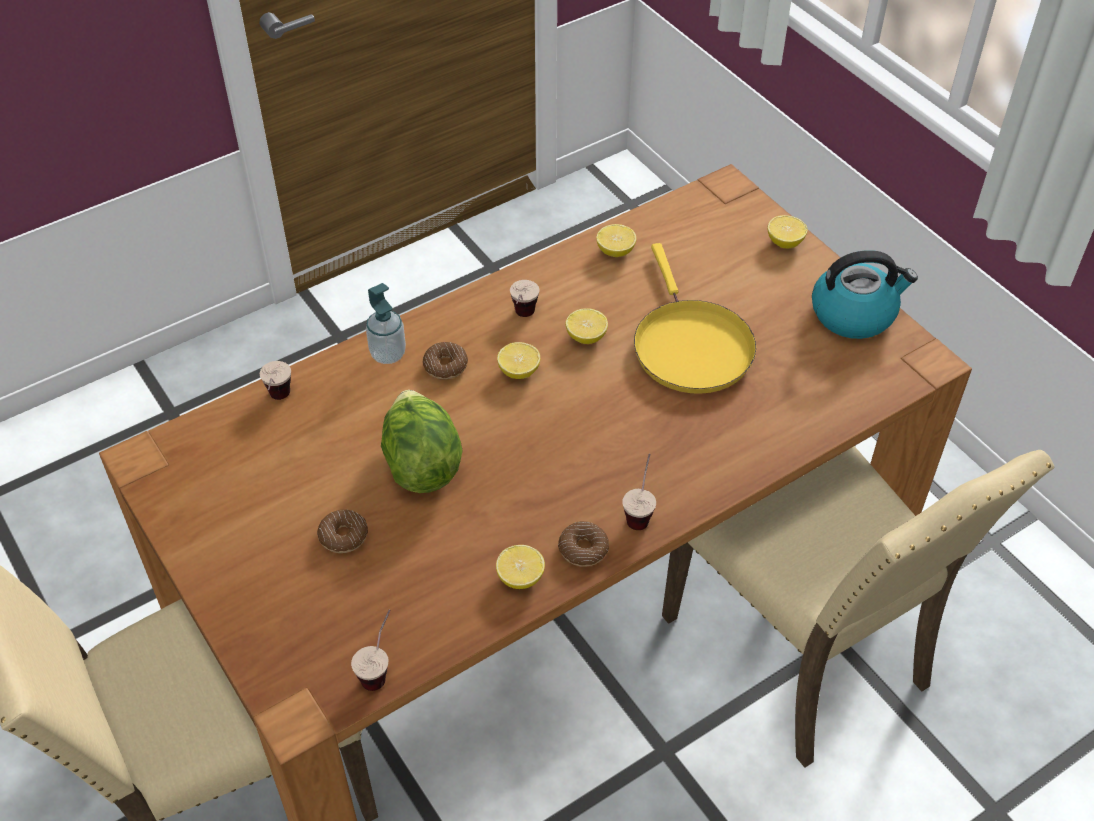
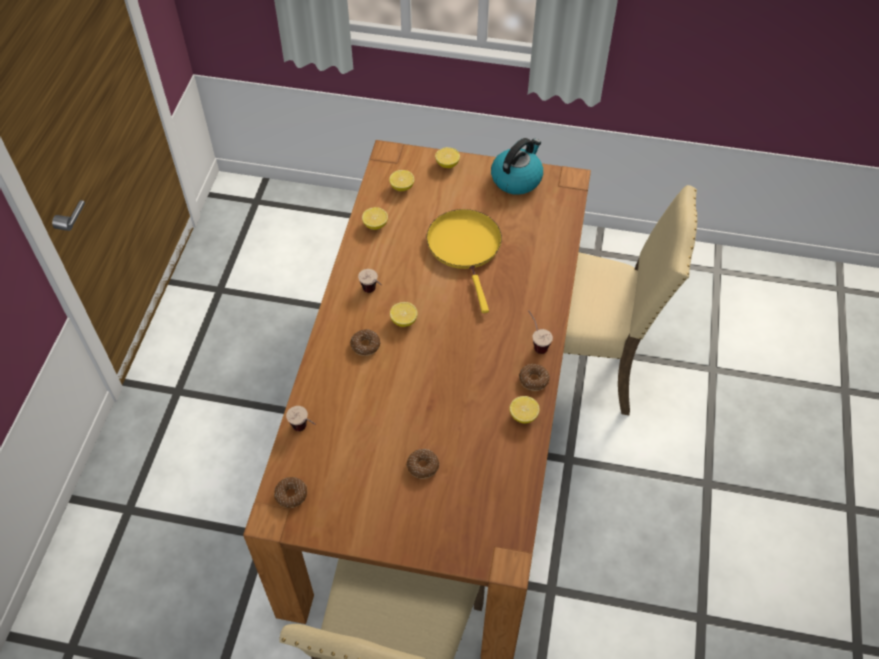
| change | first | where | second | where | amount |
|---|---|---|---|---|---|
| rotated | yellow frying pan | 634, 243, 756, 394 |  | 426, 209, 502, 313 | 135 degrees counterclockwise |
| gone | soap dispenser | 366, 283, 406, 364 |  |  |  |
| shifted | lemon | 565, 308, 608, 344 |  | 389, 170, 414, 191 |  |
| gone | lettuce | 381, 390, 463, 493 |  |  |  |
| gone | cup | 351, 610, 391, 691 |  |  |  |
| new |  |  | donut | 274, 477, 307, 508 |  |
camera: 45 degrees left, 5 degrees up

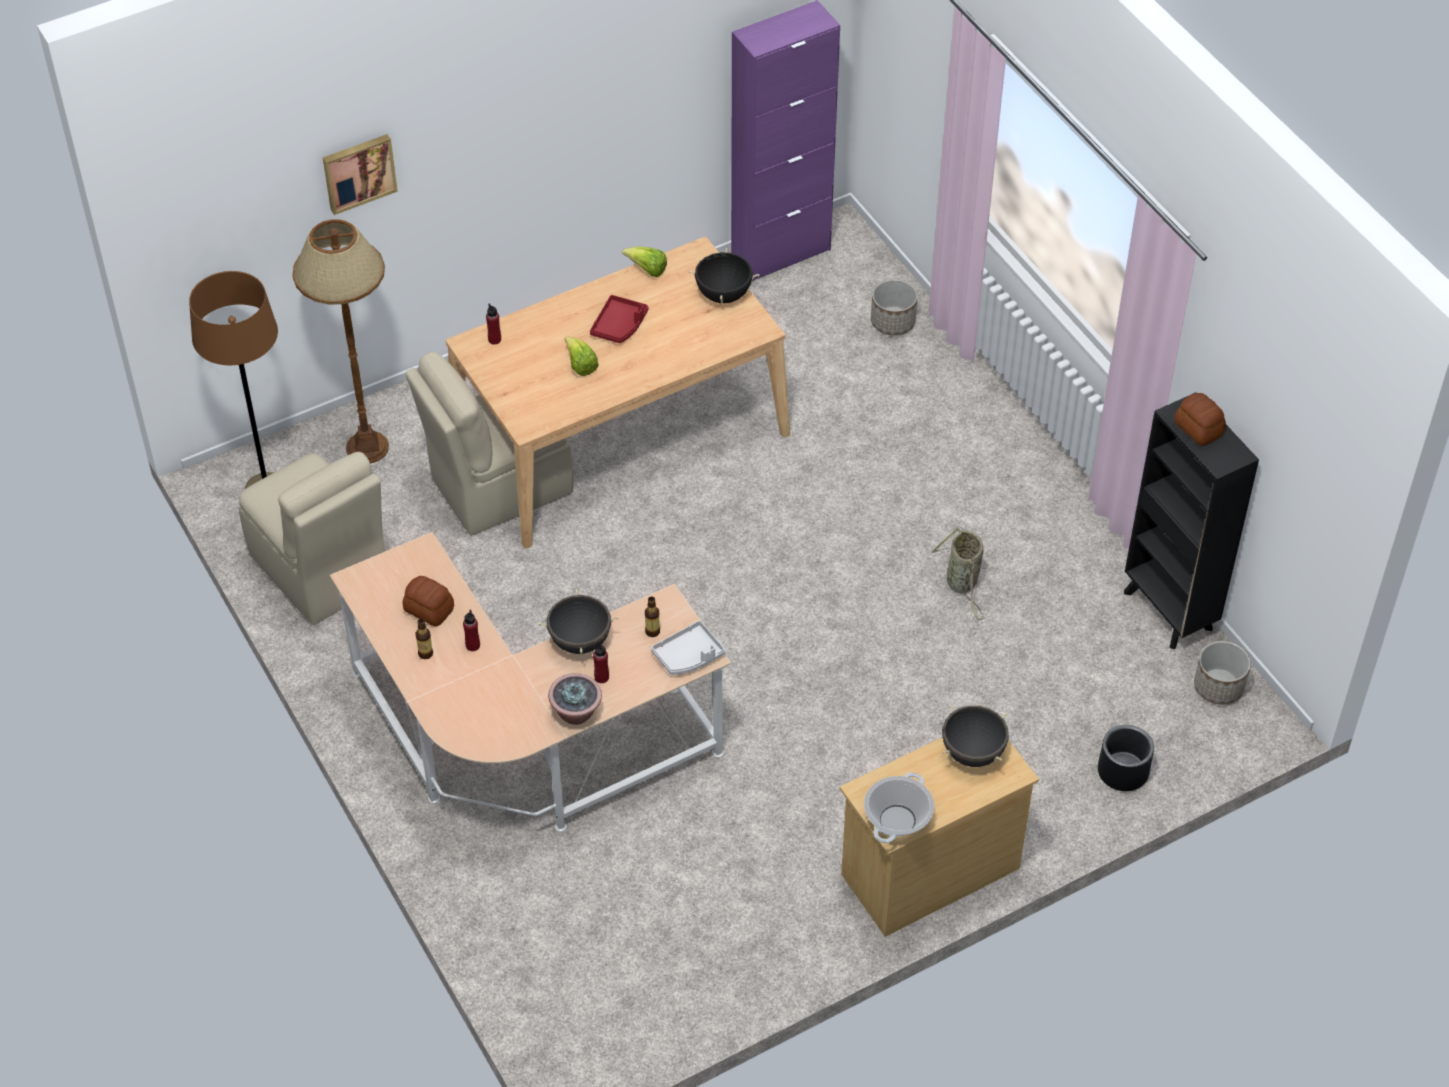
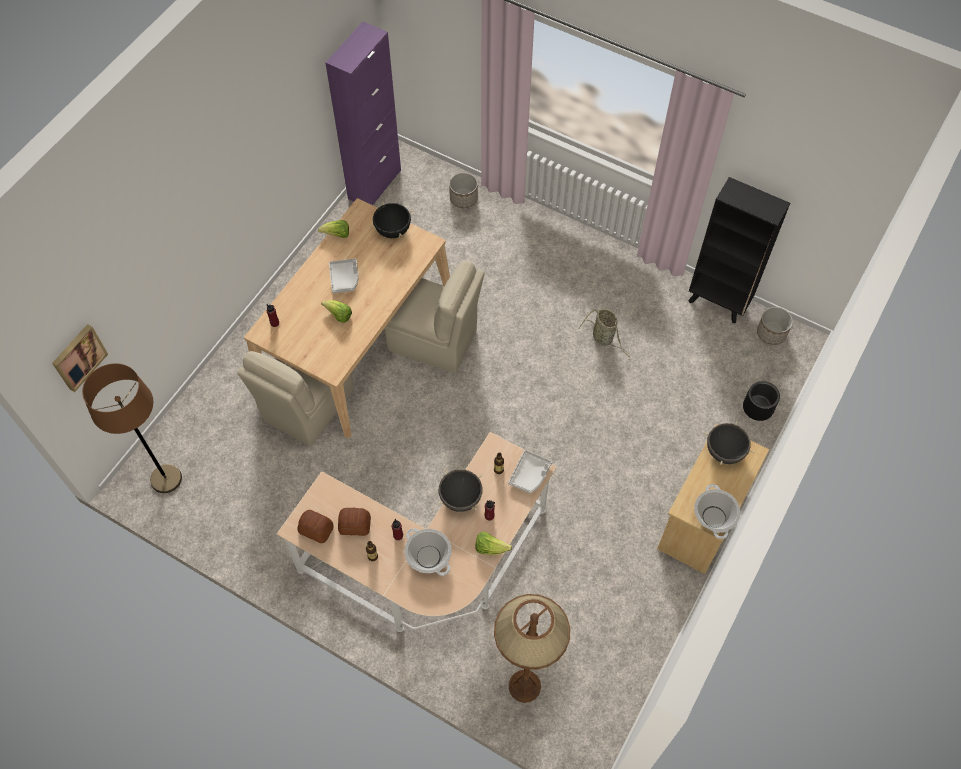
| change | first | where | second | where | amount |
|---|---|---|---|---|---|
| shifted | picture | 323, 134, 398, 215 |  | 52, 324, 108, 392 |  |
| shifted | brown floor lamp | 293, 219, 389, 464 |  | 494, 594, 570, 703 |  |
| repainted | red tray | 590, 295, 648, 343 | grey tray | 329, 259, 358, 293 |  |
| shifted | bread | 1174, 393, 1226, 446 |  | 297, 510, 334, 543 |  |
| shifted | beige chair | 239, 452, 385, 625 |  | 385, 260, 485, 373 |  |
| swapped | potted plant | 548, 673, 602, 725 | lettuce | 476, 532, 512, 555 |  |
| new |  |  | cooking pot | 405, 528, 452, 576 |  |
camera: 30 degrees left, 10 degrees up

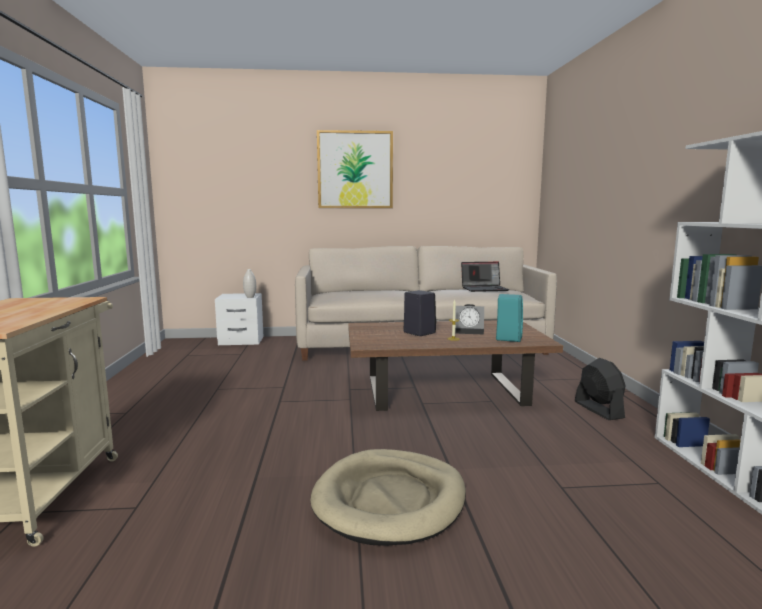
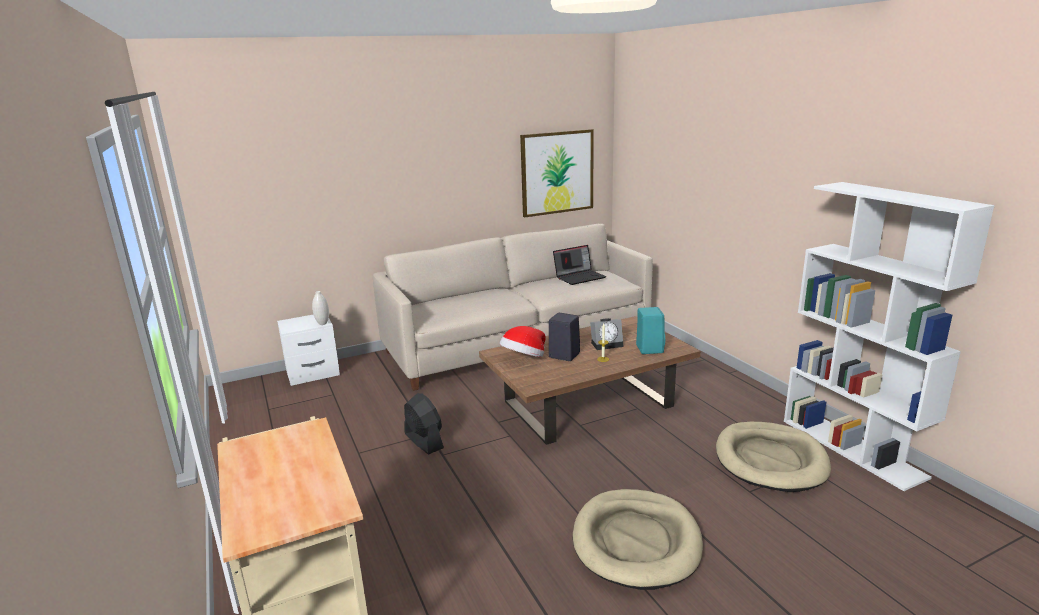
| change | first | where | second | where | amount |
|---|---|---|---|---|---|
| shifted | picture | 317, 130, 393, 208 |  | 520, 129, 594, 217 |  |
| shifted | black fan | 575, 358, 626, 420 |  | 404, 393, 444, 454 |  |
| new |  |  | hat | 500, 326, 546, 357 |  |
| new |  |  | beige dog bed | 716, 422, 831, 492 |  |
camera: 20 degrees left, 10 degrees up

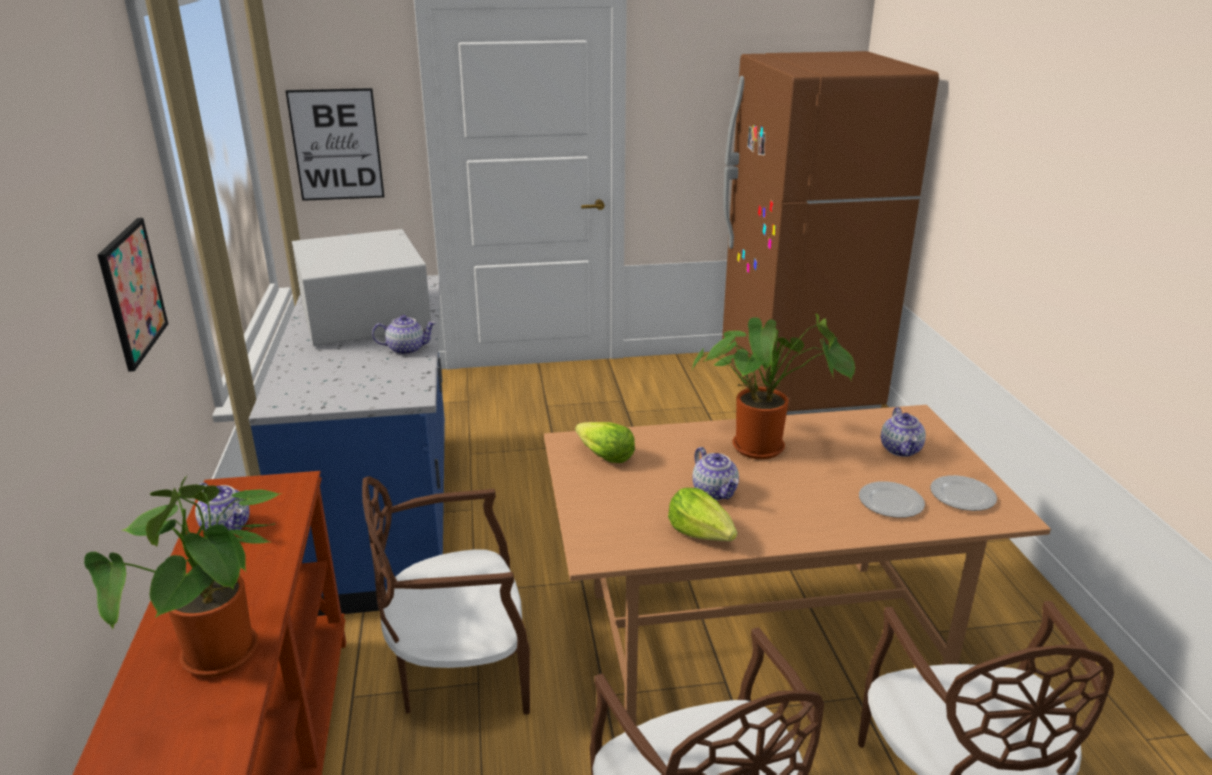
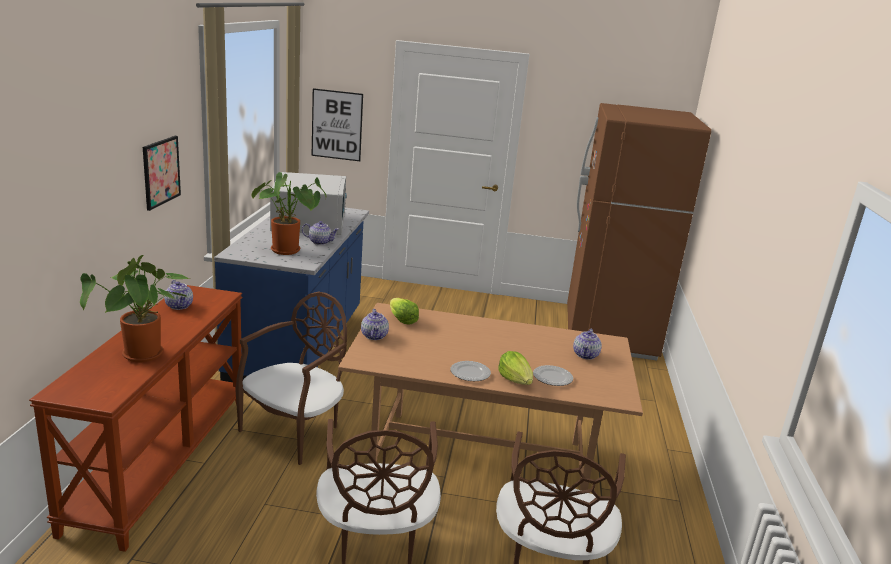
| change | first | where | second | where | amount |
|---|---|---|---|---|---|
| shifted | potted plant | 691, 313, 855, 459 |  | 251, 172, 326, 255 |  |
| shifted | teapot | 692, 447, 739, 500 |  | 361, 309, 389, 340 |  |
| shifted | plate | 930, 475, 997, 511 |  | 450, 361, 491, 381 |  |
| rotated | brown chair | 362, 476, 530, 715 |  | 235, 291, 347, 465 | 120 degrees clockwise |
| shifted | lettuce | 668, 488, 737, 541 |  | 498, 351, 533, 385 |  |
camera: 15 degrees right, 5 degrees down

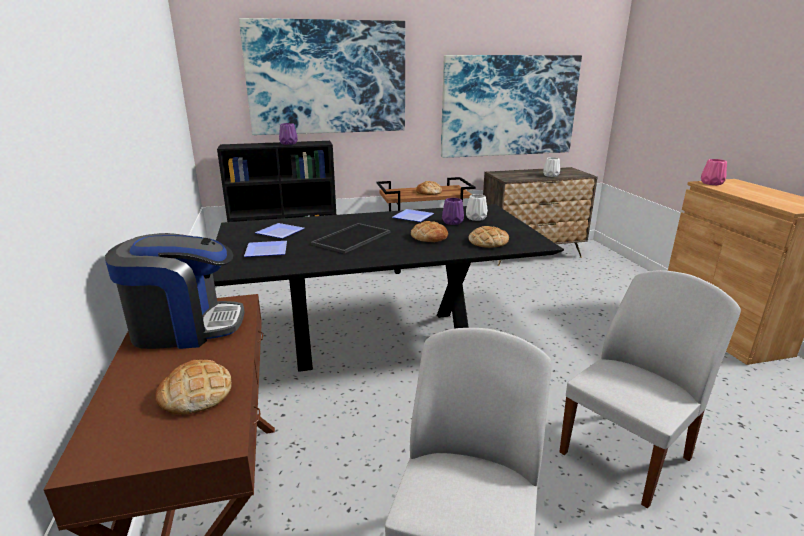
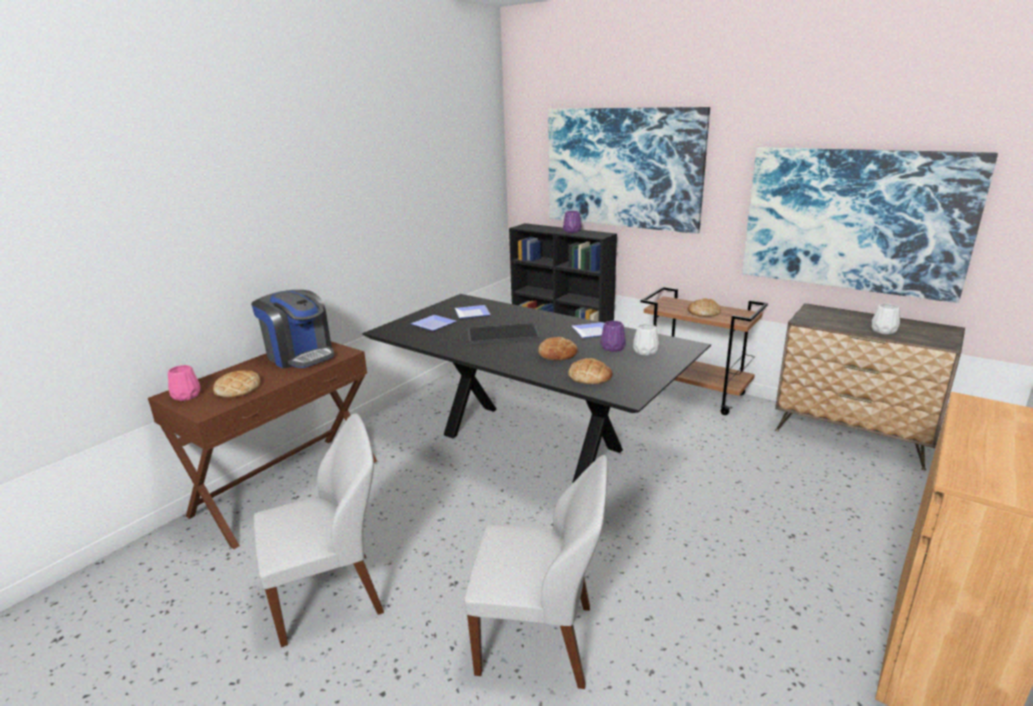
| change | first | where | second | where | amount |
|---|---|---|---|---|---|
| shifted | pink vase | 701, 159, 727, 185 |  | 168, 365, 200, 401 |  |
camera: 50 degrees right, 0 degrees up

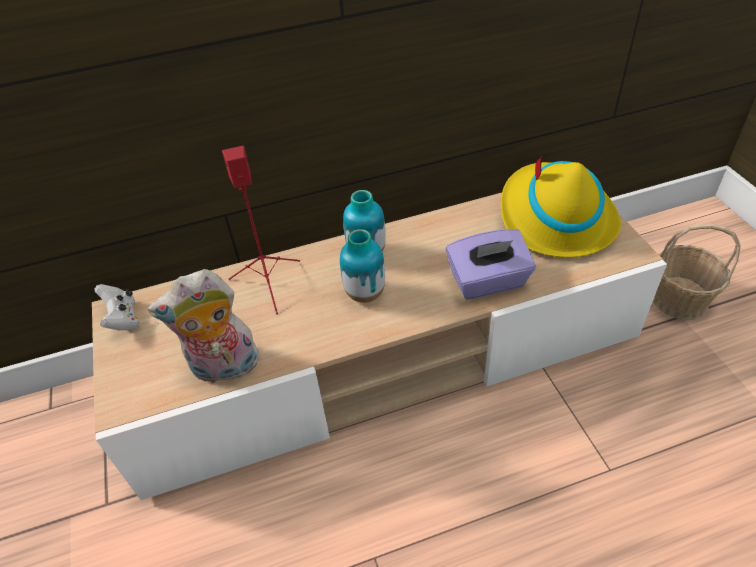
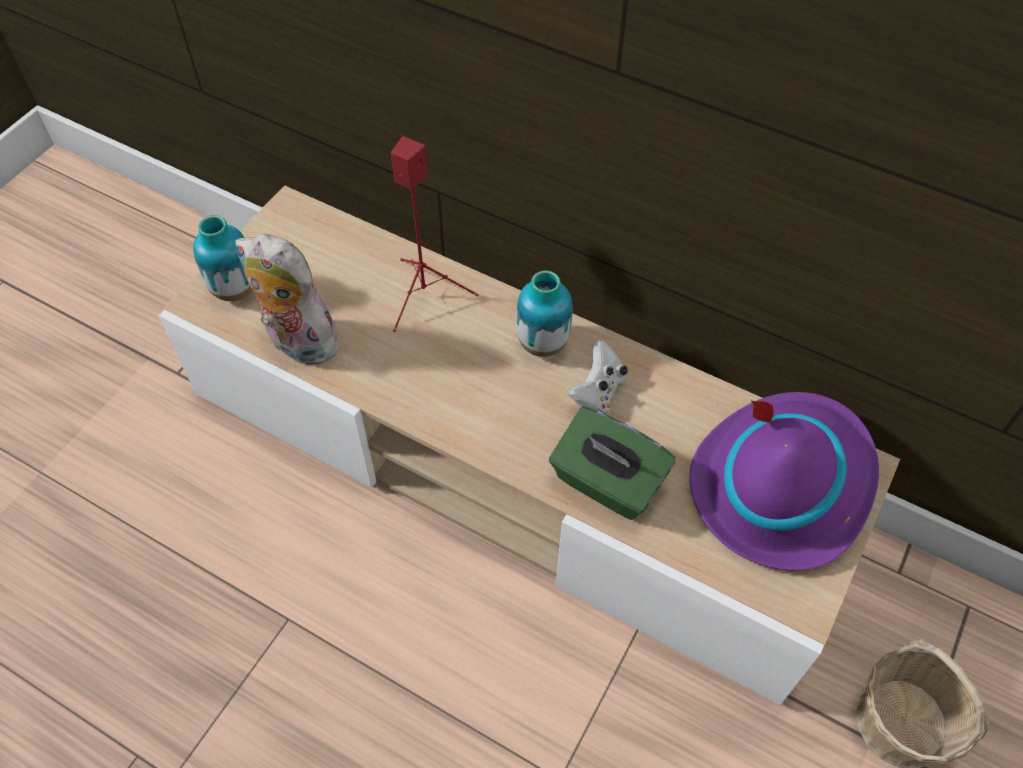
| change | first | where | second | where | amount |
|---|---|---|---|---|---|
| repainted | yellow hat | 501, 157, 621, 258 | purple hat | 689, 392, 879, 571 |  |
| shifted | vase | 340, 229, 385, 303 |  | 193, 215, 252, 301 |  |
| repainted | purple tissue box | 446, 229, 536, 299 | green tissue box | 549, 406, 676, 520 |  |
| shifted | white game controller | 95, 284, 140, 330 |  | 568, 340, 628, 414 |  |
camera: 45 degrees right, 10 degrees up

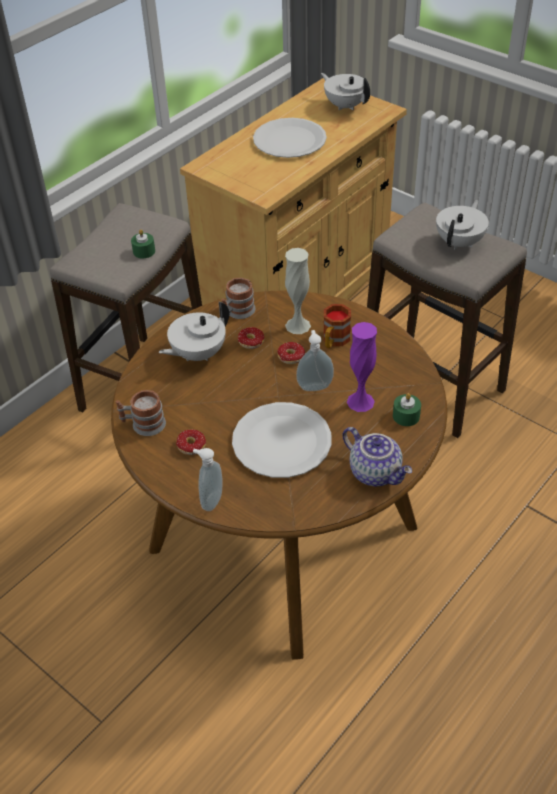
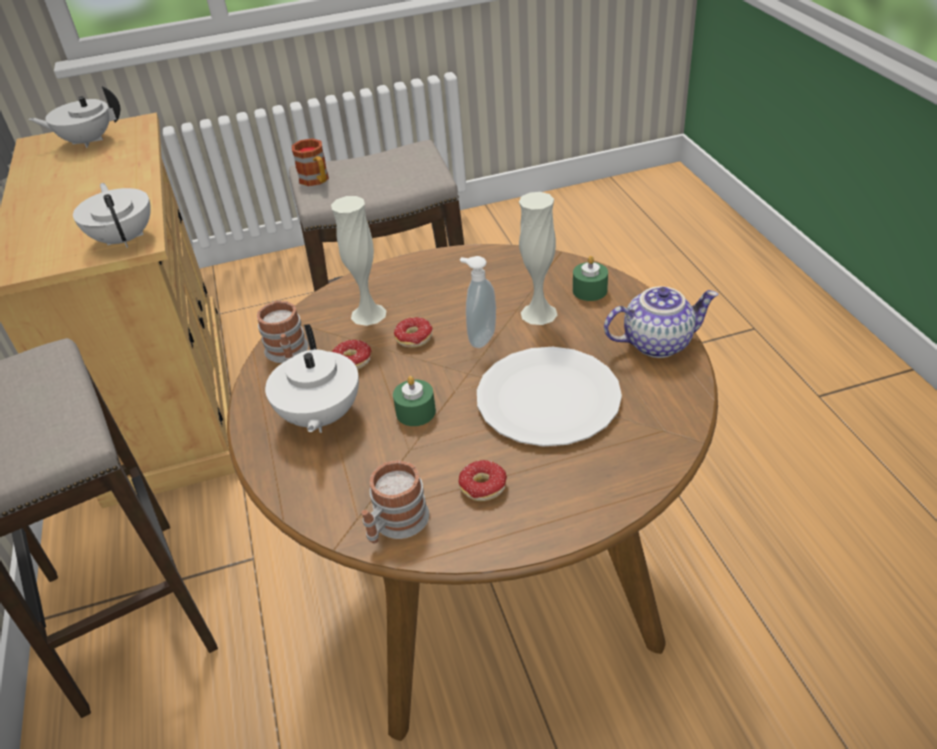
| change | first | where | second | where | amount |
|---|---|---|---|---|---|
| gone | white plate | 253, 118, 327, 158 |  |  |  |
| shifted | white teapot | 436, 200, 489, 249 |  | 73, 183, 151, 248 |  |
| shifted | green candle | 131, 229, 155, 258 |  | 393, 376, 436, 426 |  |
| shifted | mug | 323, 304, 351, 348 |  | 292, 138, 329, 186 |  |
| repainted | purple vase | 347, 322, 377, 412 | white vase | 519, 192, 557, 325 |  |
| gone | soap dispenser | 193, 448, 222, 511 |  |  |  |
camera: 55 degrees left, 5 degrees down

